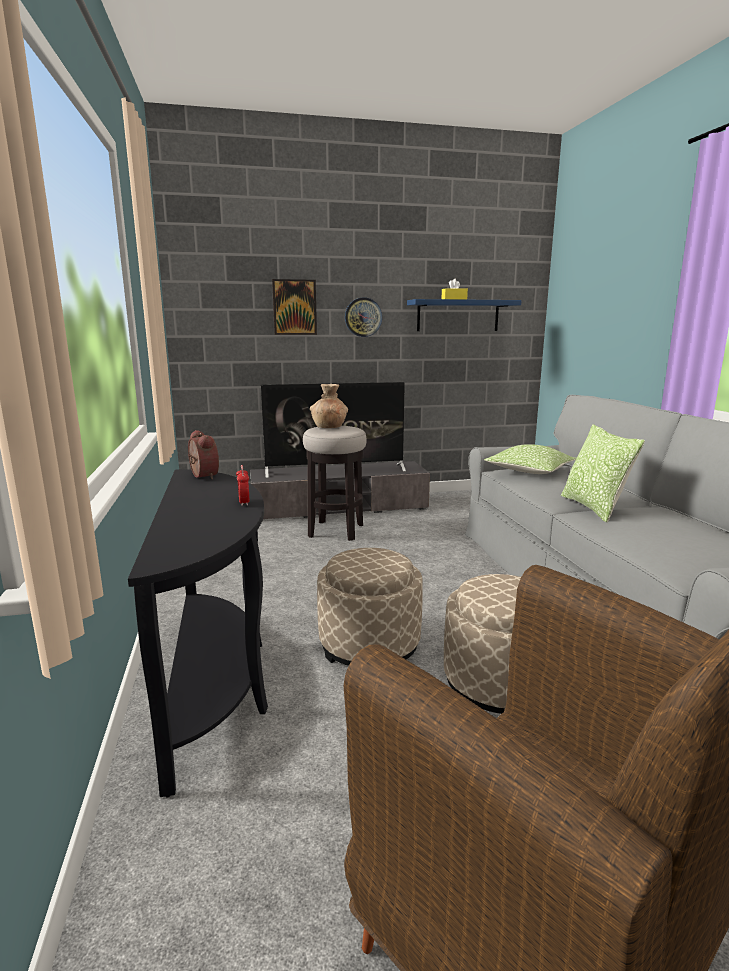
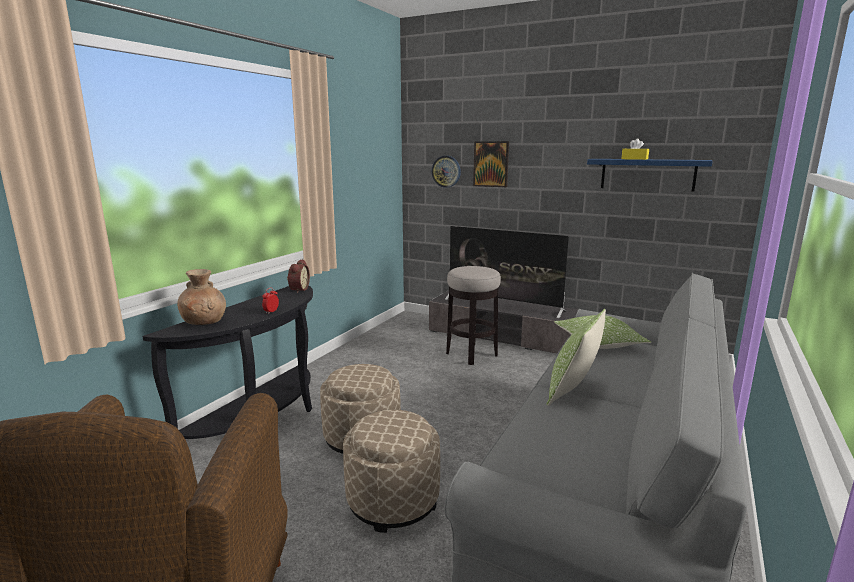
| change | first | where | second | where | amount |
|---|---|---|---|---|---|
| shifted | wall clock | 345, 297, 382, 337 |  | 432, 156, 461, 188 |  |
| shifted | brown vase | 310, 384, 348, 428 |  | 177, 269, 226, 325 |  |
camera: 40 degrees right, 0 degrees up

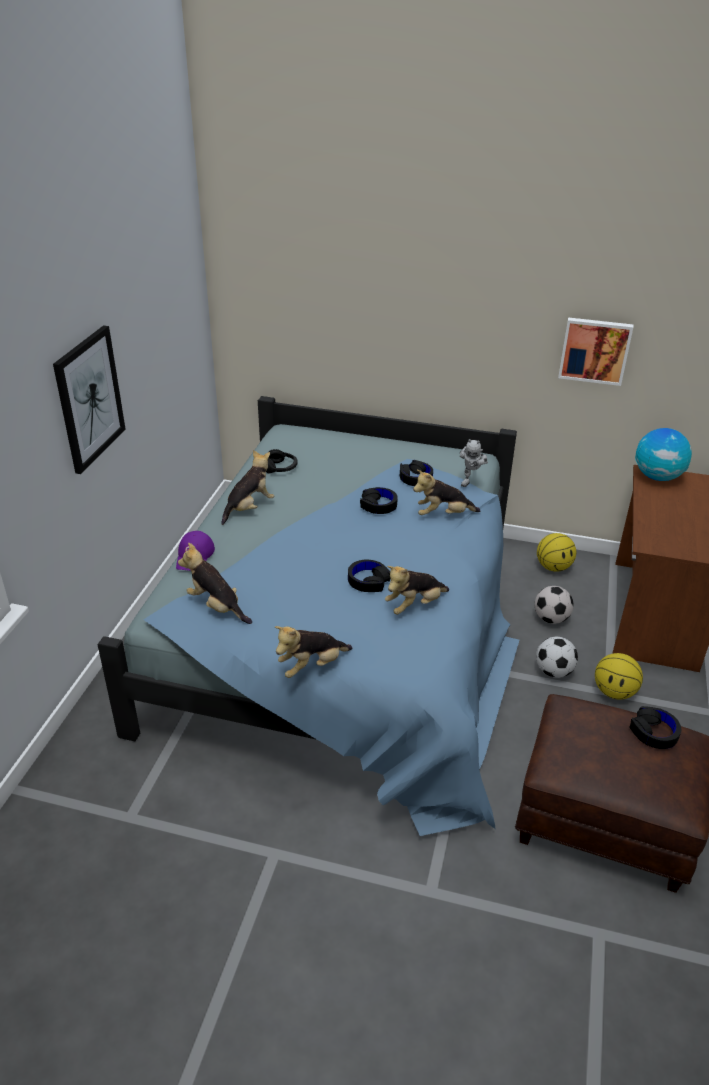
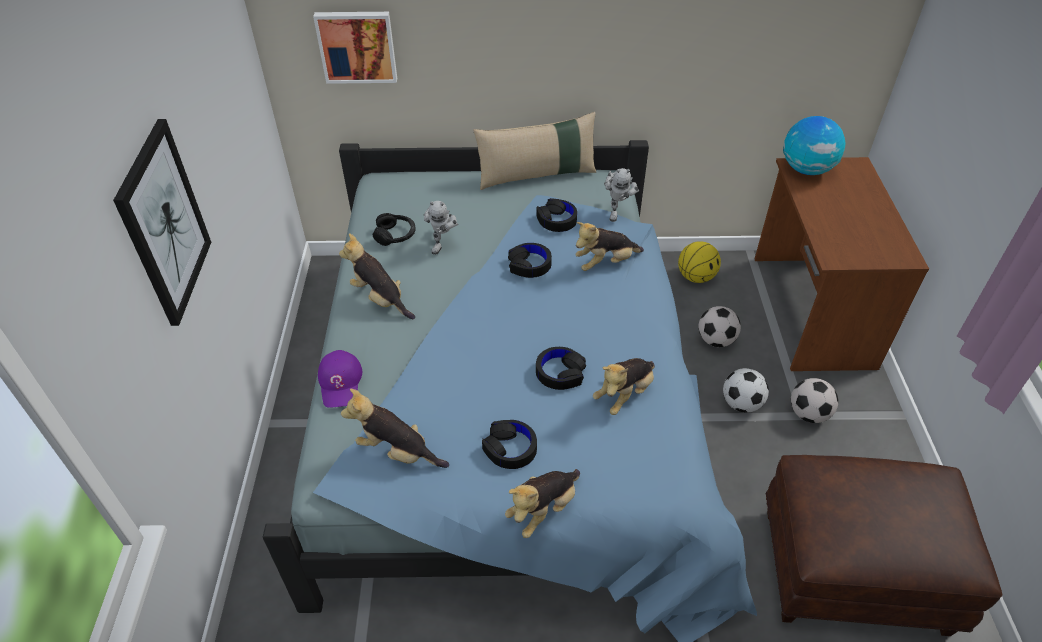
| change | first | where | second | where | amount |
|---|---|---|---|---|---|
| shifted | picture | 558, 317, 633, 386 |  | 313, 12, 397, 84 |  |
| rotated | plush toy | 222, 450, 274, 525 |  | 339, 234, 415, 319 | 75 degrees counterclockwise |
| swapped | basketball | 595, 653, 643, 700 | football | 791, 378, 838, 423 |  |
| shifted | black headphones | 629, 706, 681, 749 |  | 482, 420, 537, 469 |  |
| new |  |  | beige pillow | 473, 112, 596, 190 |  |
| new |  |  | toy robot | 424, 201, 458, 255 |  |
camera: 15 degrees left, 10 degrees up

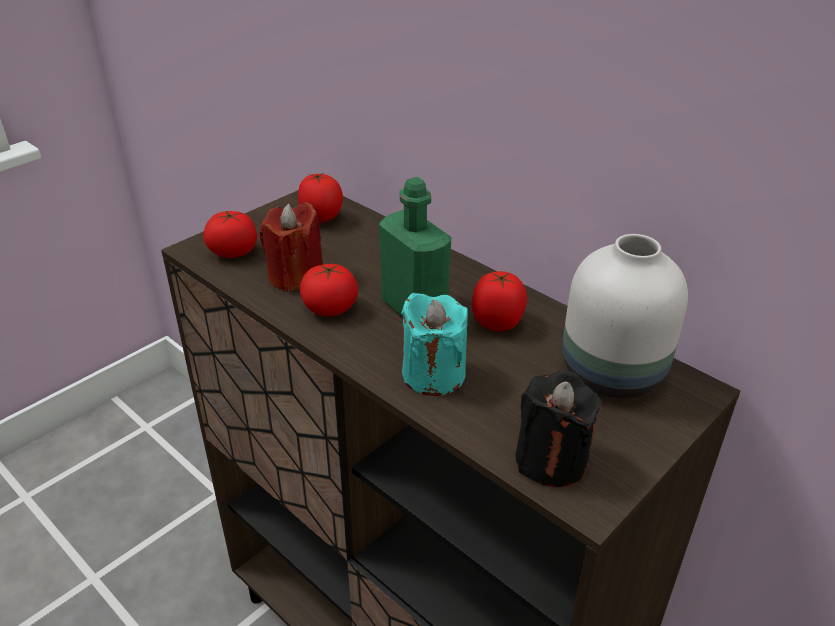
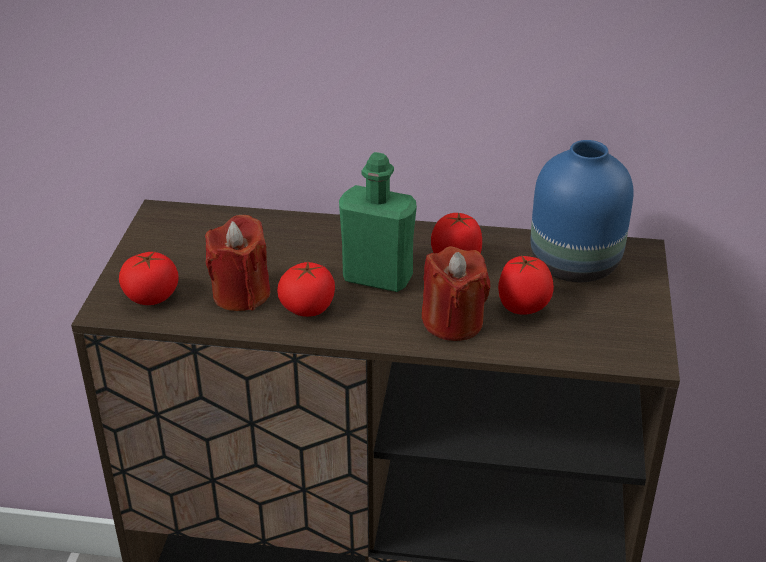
| change | first | where | second | where | amount |
|---|---|---|---|---|---|
| shifted | tomato | 298, 173, 343, 223 |  | 498, 255, 554, 315 |  |
| repainted | white vase | 563, 234, 688, 398 | blue vase | 530, 140, 634, 282 |  |
| repainted | turquoise candle | 401, 293, 468, 396 | red candle | 422, 246, 491, 341 |  |
| gone | black candle | 515, 370, 602, 487 |  |  |  |
camera: 35 degrees left, 0 degrees up

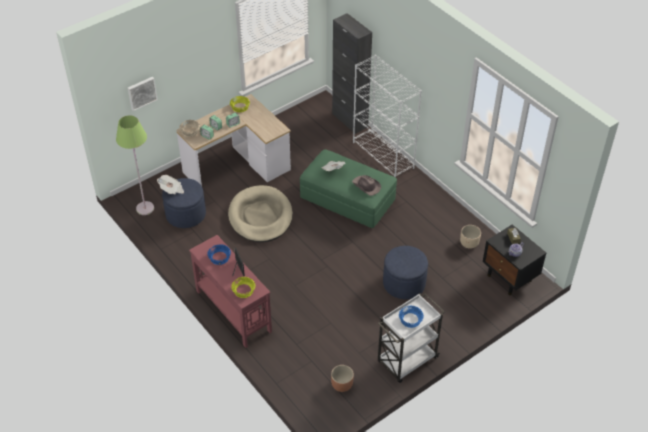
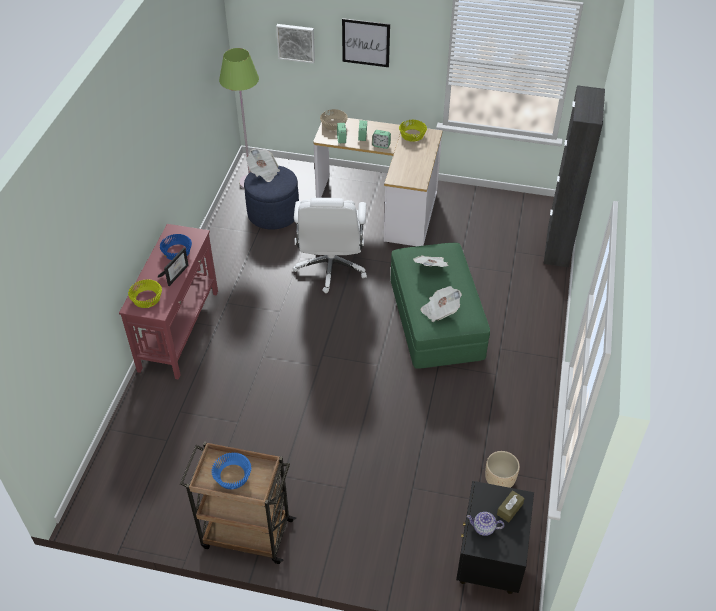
| change | first | where | second | where | amount |
|---|---|---|---|---|---|
| gone | white bookcase | 353, 55, 422, 178 |  |  |  |
| swapped | brown hat | 352, 175, 381, 196 | newspaper | 421, 286, 462, 322 |  |
| swapped | beige dog bed | 228, 185, 293, 242 | white office chair | 292, 198, 367, 293 |  |
| gone | blue ottoman | 383, 246, 428, 299 |  |  |  |
| repainted | white cart | 378, 293, 445, 383 | brown cart | 180, 442, 296, 564 |  |
| gone | brown planter | 331, 365, 354, 392 |  |  |  |
| new |  |  | picture | 342, 18, 390, 67 |  |
camera: 50 degrees right, 0 degrees up

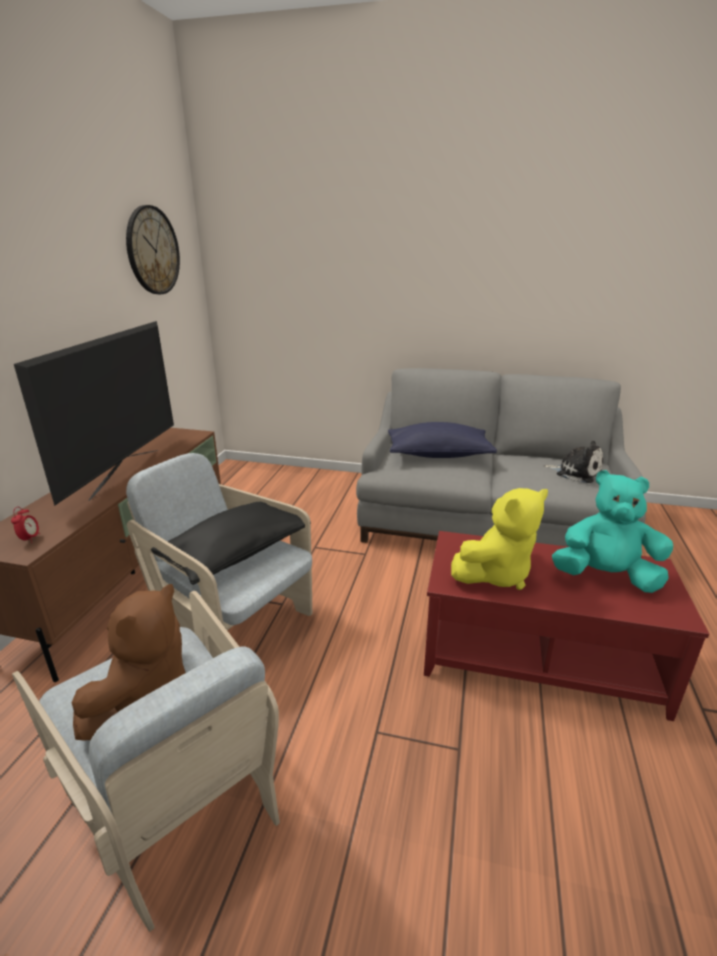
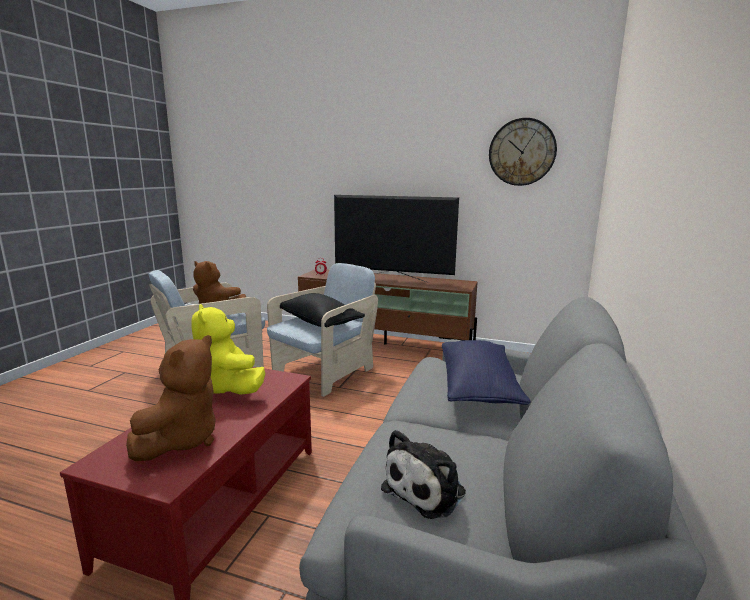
| change | first | where | second | where | amount |
|---|---|---|---|---|---|
| repainted | turquoise plush toy | 552, 470, 673, 593 | brown plush toy | 126, 335, 216, 461 |  |
camera: 95 degrees right, 10 degrees down

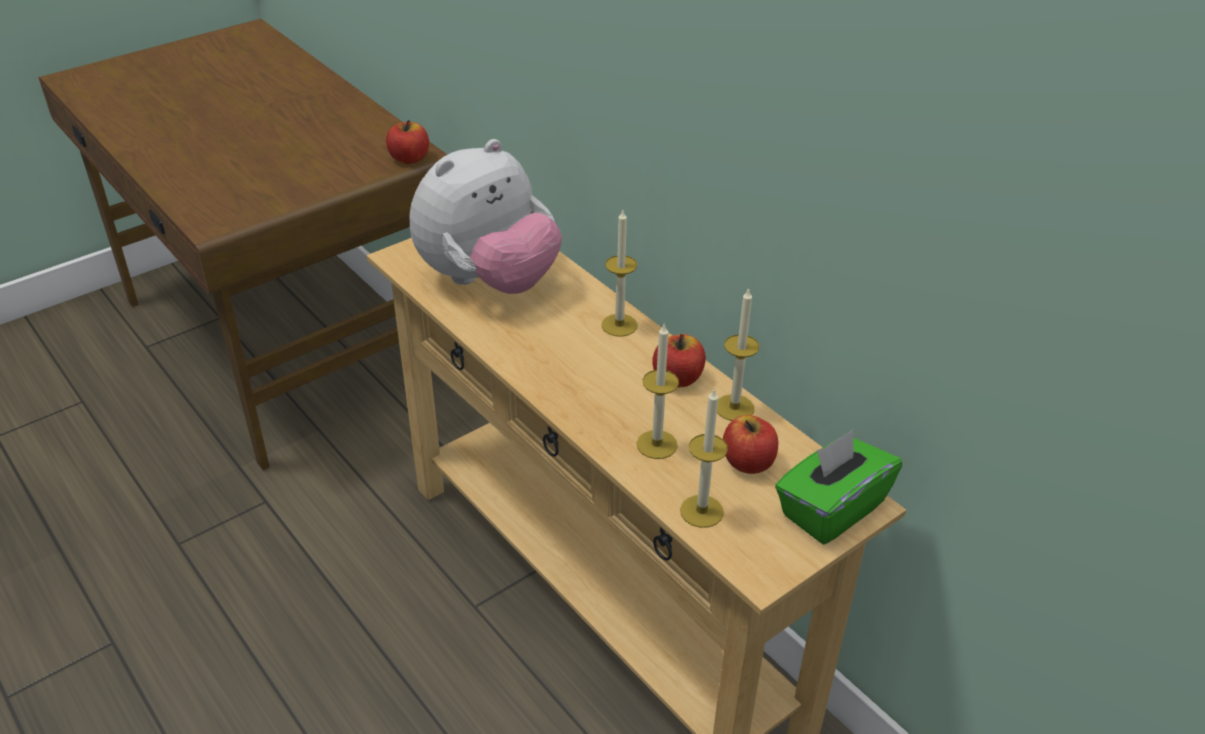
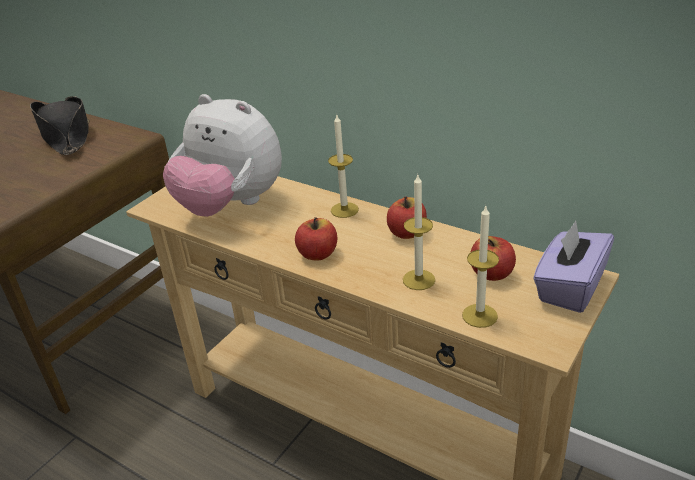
| change | first | where | second | where | amount |
|---|---|---|---|---|---|
| shifted | apple | 386, 120, 429, 164 |  | 295, 217, 338, 261 |  |
| rotated | plush toy | 410, 139, 562, 294 |  | 163, 94, 282, 217 | 90 degrees clockwise |
| gone | candle | 717, 287, 759, 421 |  |  |  |
| repainted | green tissue box | 775, 430, 902, 544 | purple tissue box | 533, 221, 614, 313 |  |
| new |  |  | black hat | 30, 97, 89, 155 |  |
camera: 15 degrees left, 5 degrees down

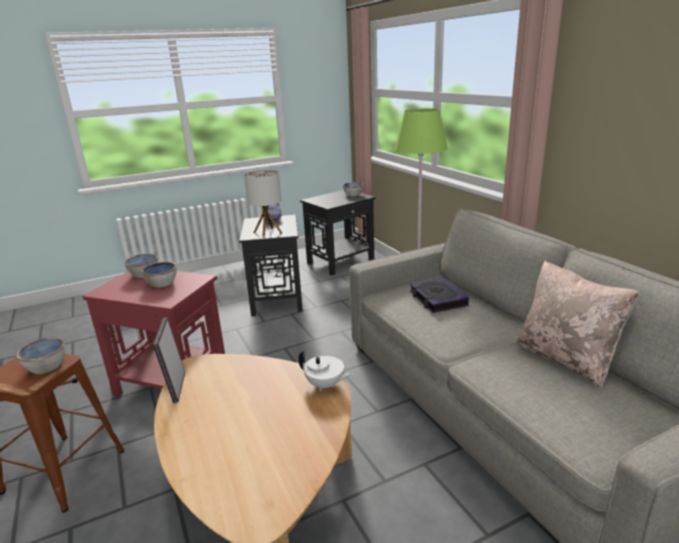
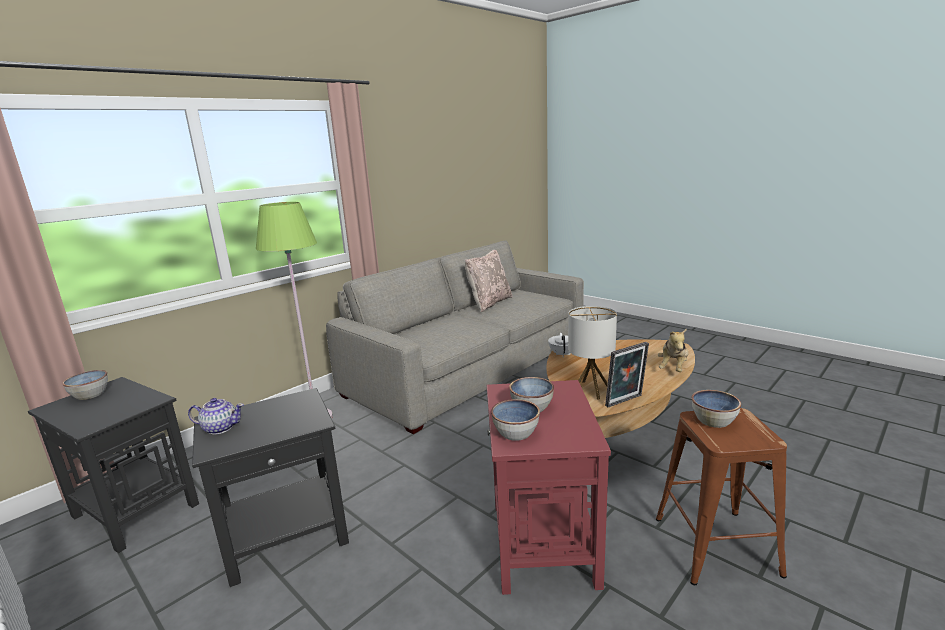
| change | first | where | second | where | amount |
|---|---|---|---|---|---|
| shifted | table lamp | 244, 170, 282, 238 |  | 568, 306, 617, 400 |  |
| gone | book | 410, 278, 469, 313 |  |  |  |
| new |  |  | plush toy | 658, 328, 689, 372 |  |
camera: 110 degrees left, 5 degrees down

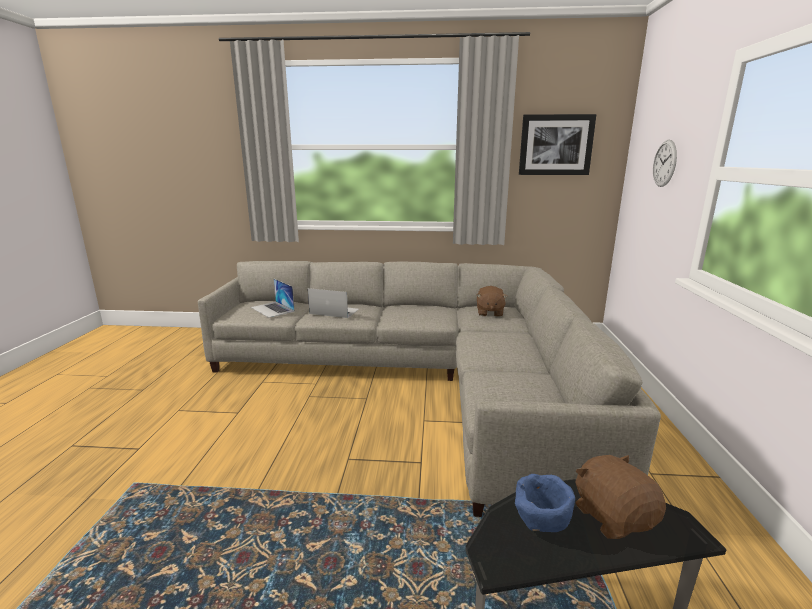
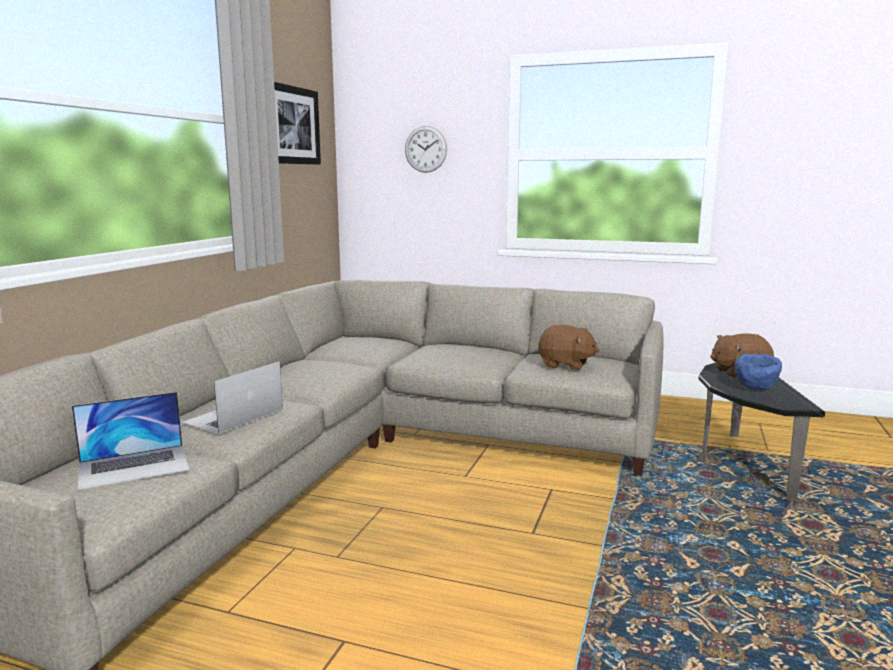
| change | first | where | second | where | amount |
|---|---|---|---|---|---|
| shifted | brown plush toy | 476, 286, 508, 317 |  | 538, 325, 599, 370 |  |
camera: 75 degrees left, 5 degrees down

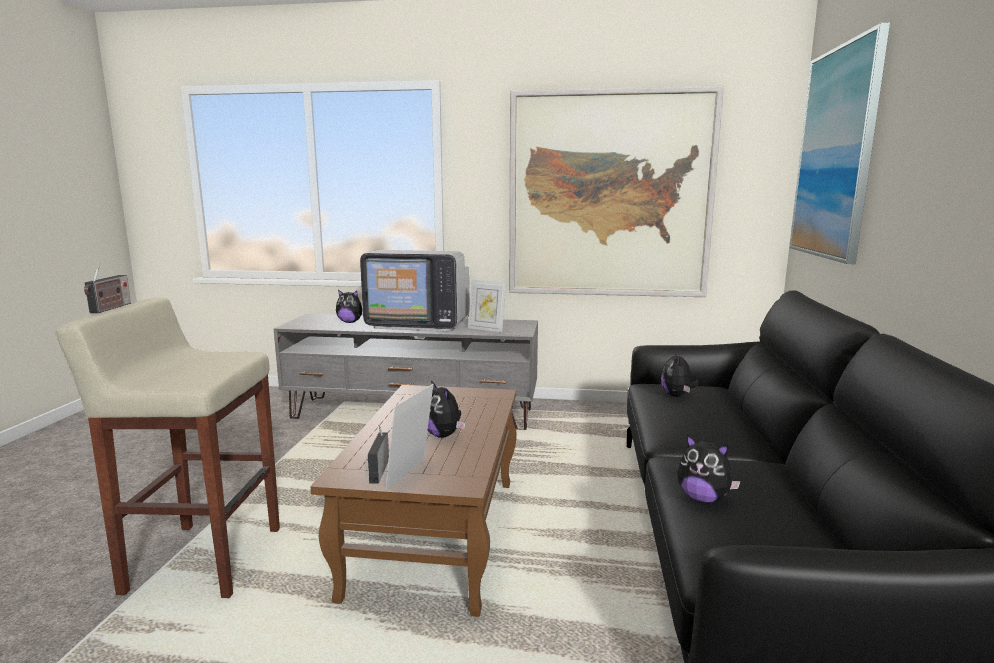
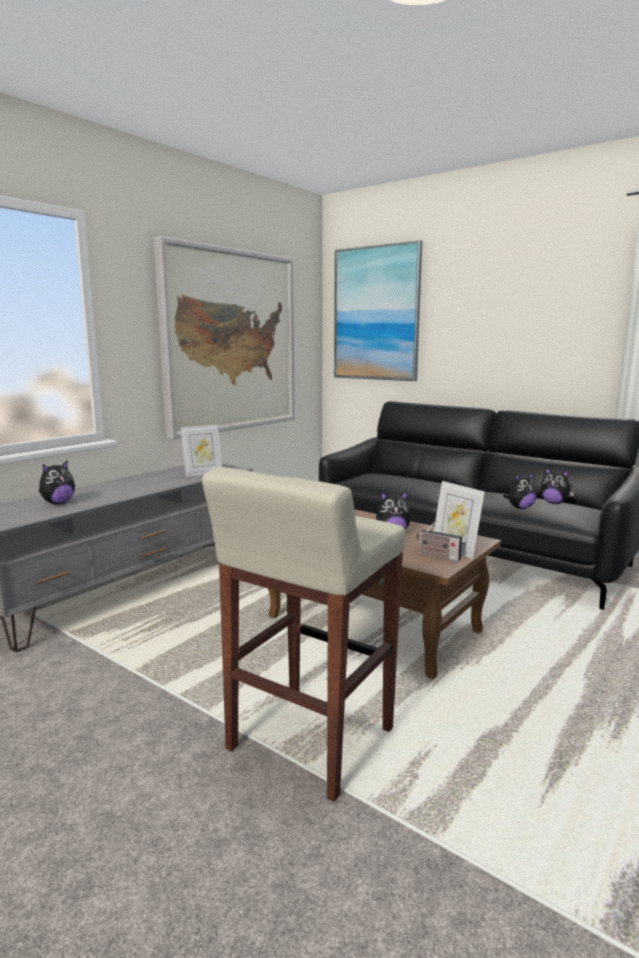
| change | first | where | second | where | amount |
|---|---|---|---|---|---|
| gone | television | 360, 250, 469, 331 |  |  |  |
| gone | radio | 84, 263, 131, 313 |  |  |  |
| shifted | plush toy | 661, 350, 699, 397 |  | 540, 467, 575, 504 |  |
camera: 60 degrees left, 0 degrees up

